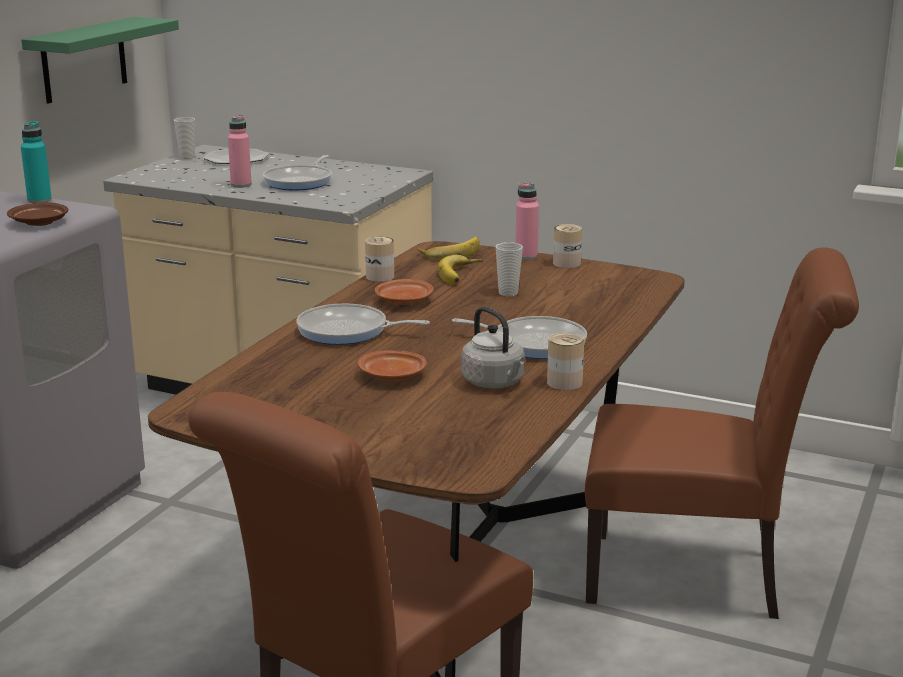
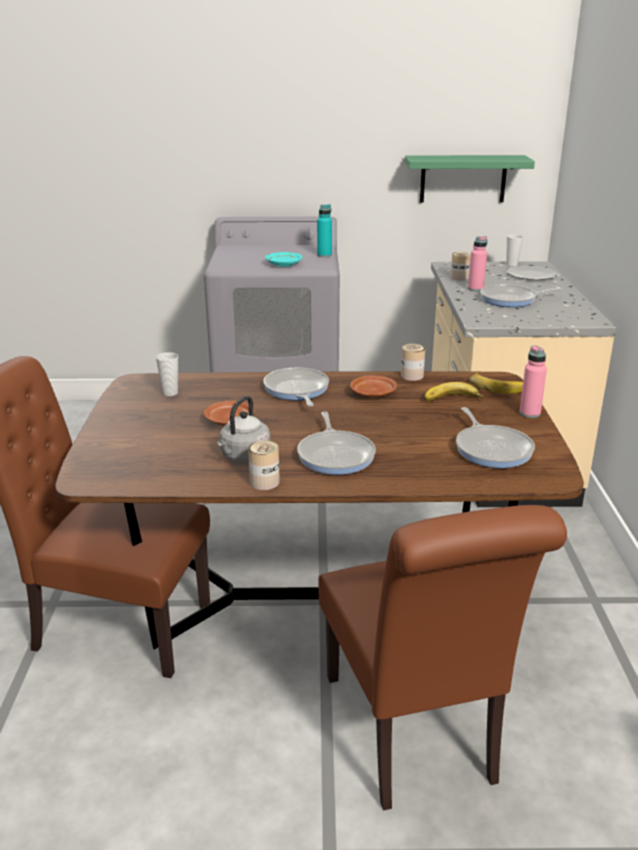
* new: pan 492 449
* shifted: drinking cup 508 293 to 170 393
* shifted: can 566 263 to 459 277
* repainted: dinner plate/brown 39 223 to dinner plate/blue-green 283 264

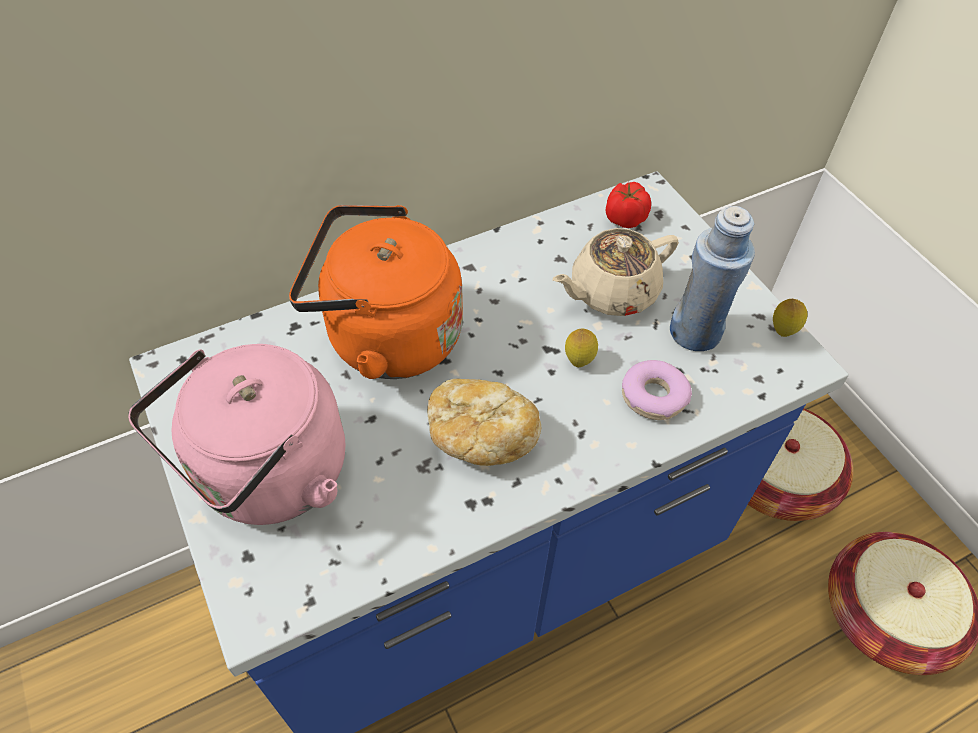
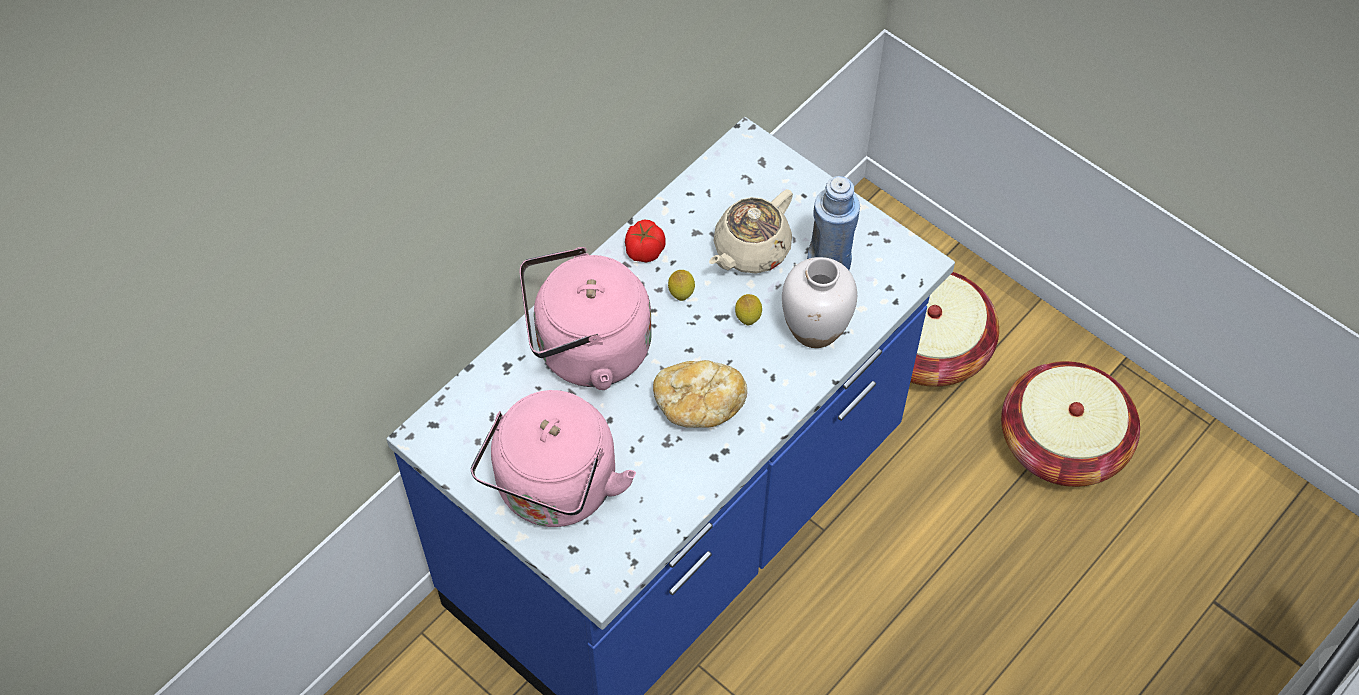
* shifted: whole tomato 624 218 to 644 251
* shifted: citrus fruit 783 331 to 681 295
* swapped: donut 654 396 to decorative vase/white 815 329
* repainted: water kettle/orangey 386 337 to water kettle/pinkish 586 350

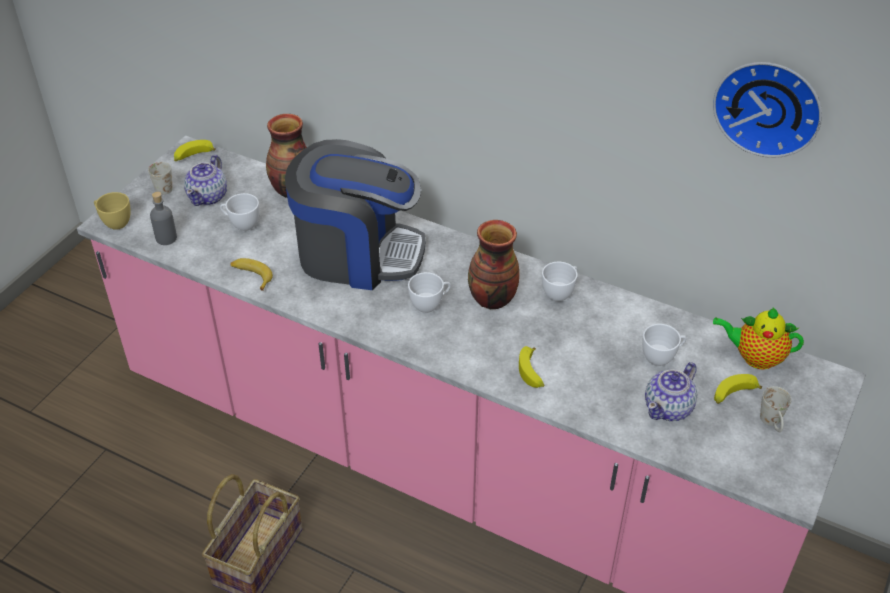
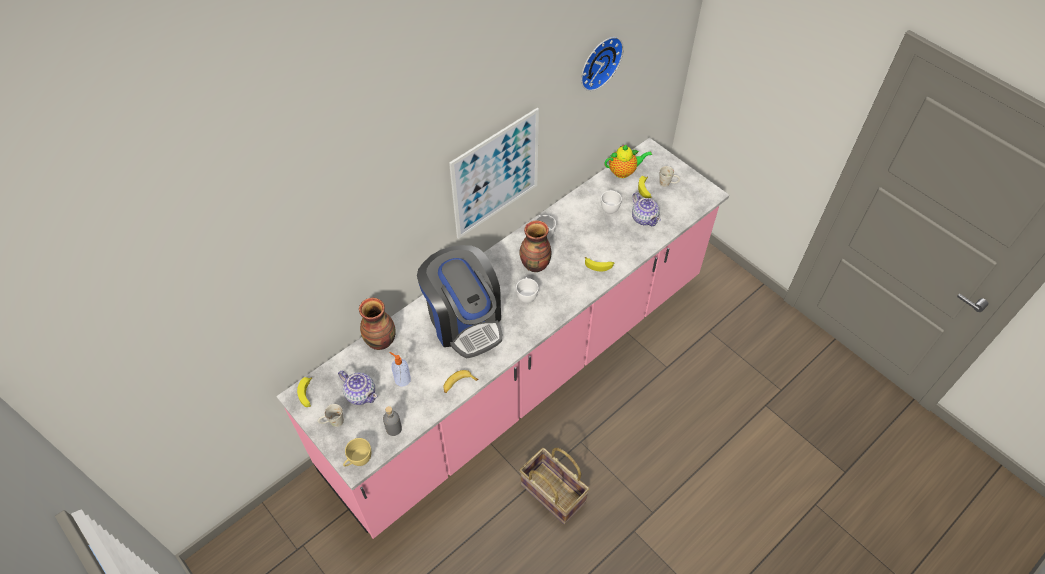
* new: picture 495 174
* swapped: drinking cup/white 241 224 to soap bottle 402 379
* rotated: coffee machine 357 254 = 464 320 120 degrees clockwise
* rotated: tea pot 755 357 = 624 172 135 degrees counterclockwise

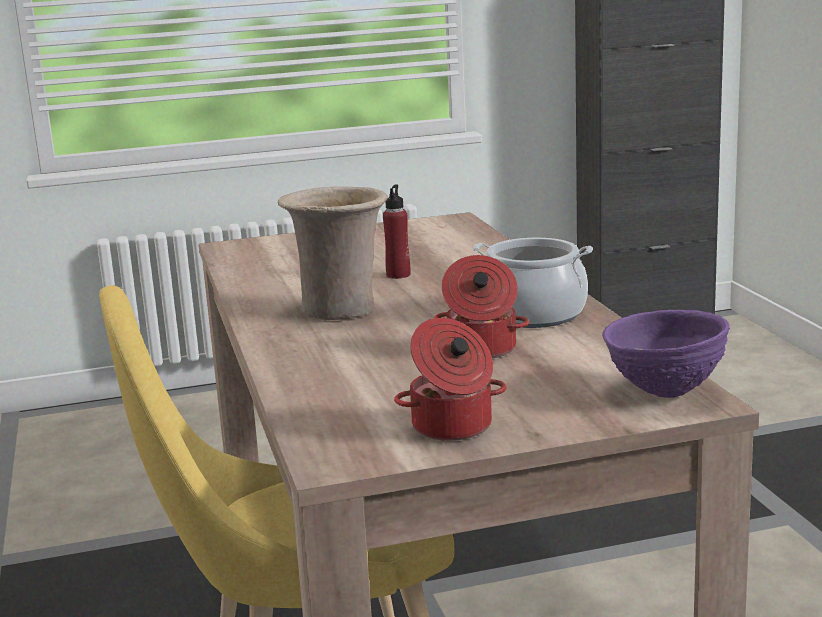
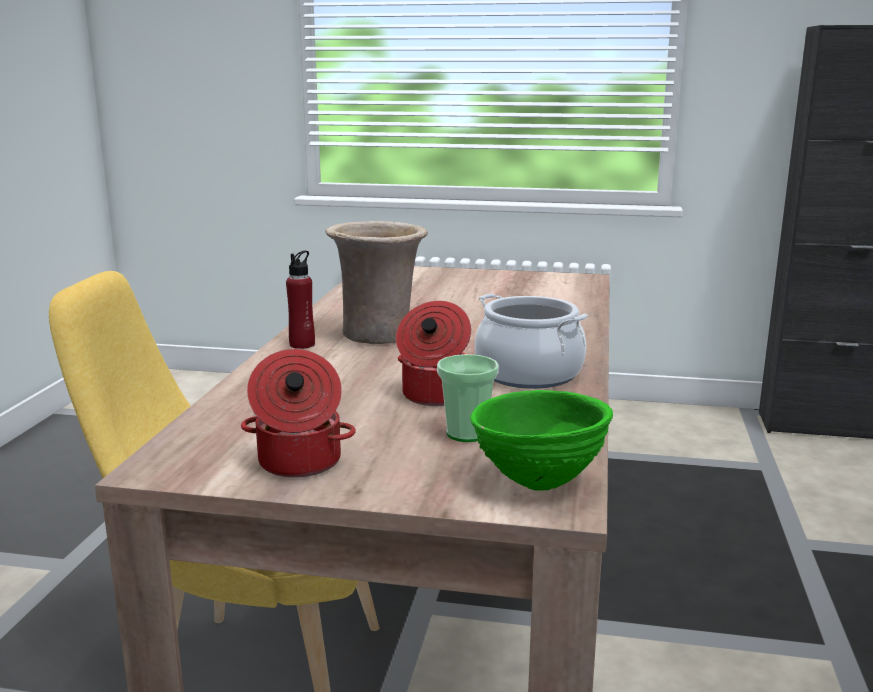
* new: drinking cup 467 433
* shifted: beverage bottle/red-coloured 398 275 to 302 344
* repainted: deep dish/purple 664 393 to deep dish/green-coloured 538 482

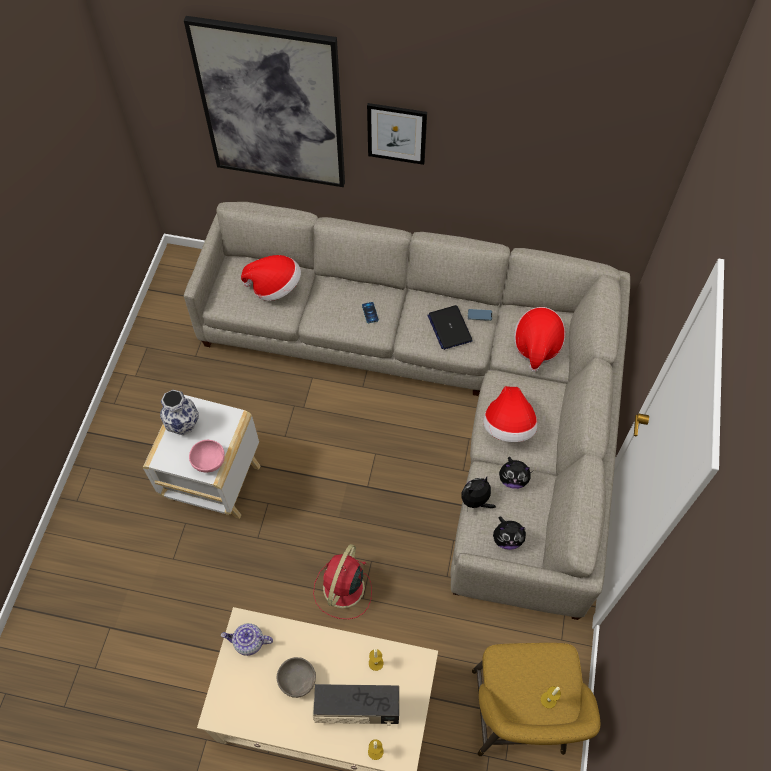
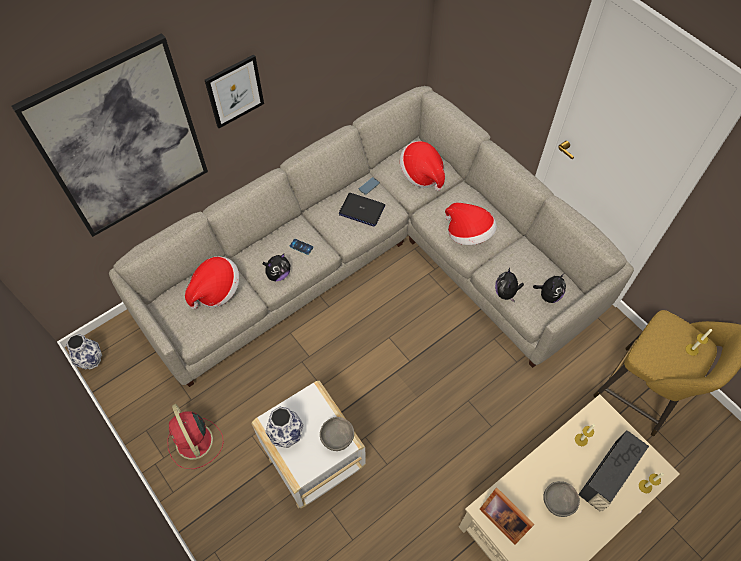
* new: decorative vase 91 361
* shifted: fan/red-coloured 343 589 to 195 442
* shifted: cuddly toy 513 479 to 278 274
* swapped: tea pot 248 642 to standing frame 503 516
* repainted: deep dish/pinkish 209 463 to deep dish/grey 338 438

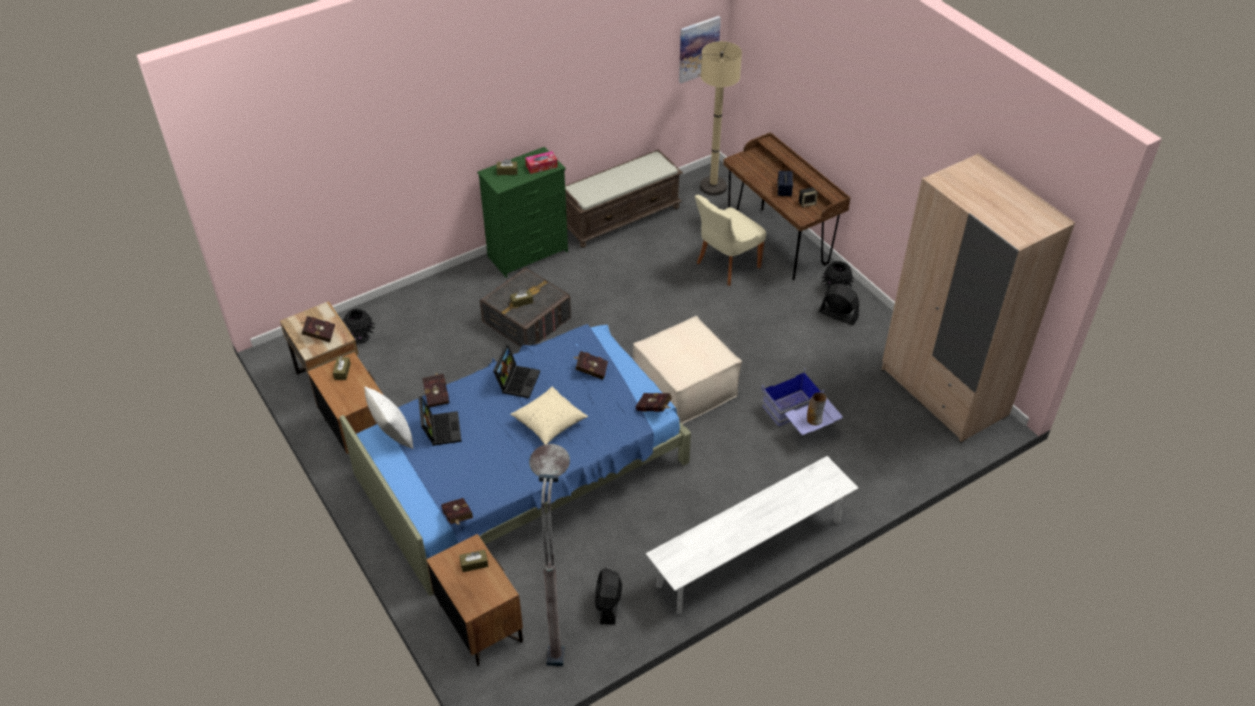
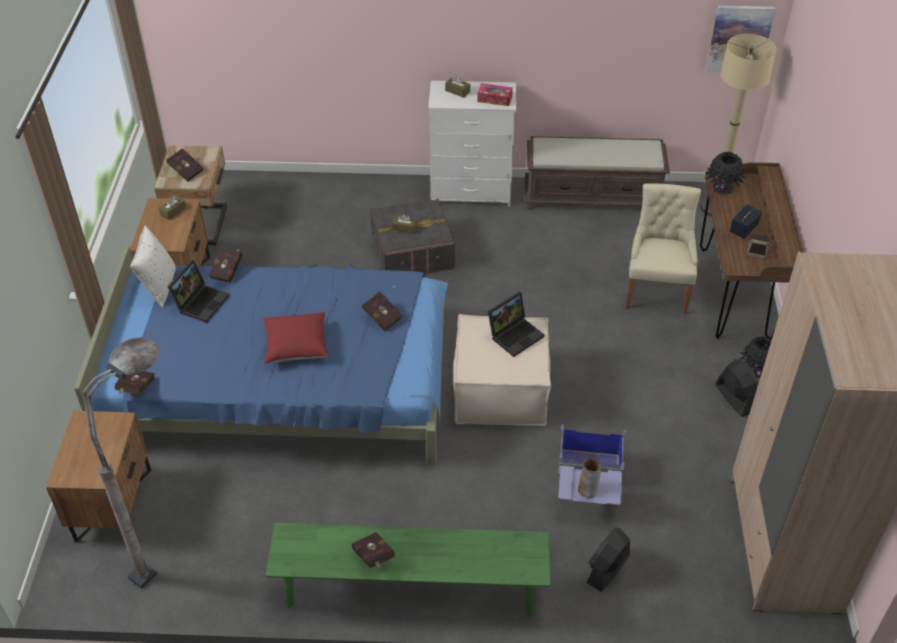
* gone: box of tissues/brown 474 564
* shifted: decorative vase/black-coloured 360 338 to 722 188
* shifted: laptop 517 380 to 515 334
* shifted: fan/black-coloured 608 604 to 607 569
* shifted: book/red-coloured 654 409 to 374 558
* repainted: chest of drawers/green-coloured 529 254 to chest of drawers/white 471 193
* repainted: throw pillow/beige 549 423 to throw pillow/red-coloured 296 347
* repainted: indoor bench/white 750 553 to indoor bench/green-coloured 410 590
* rotated: upright chair/beige 726 265 = 656 290 105 degrees clockwise

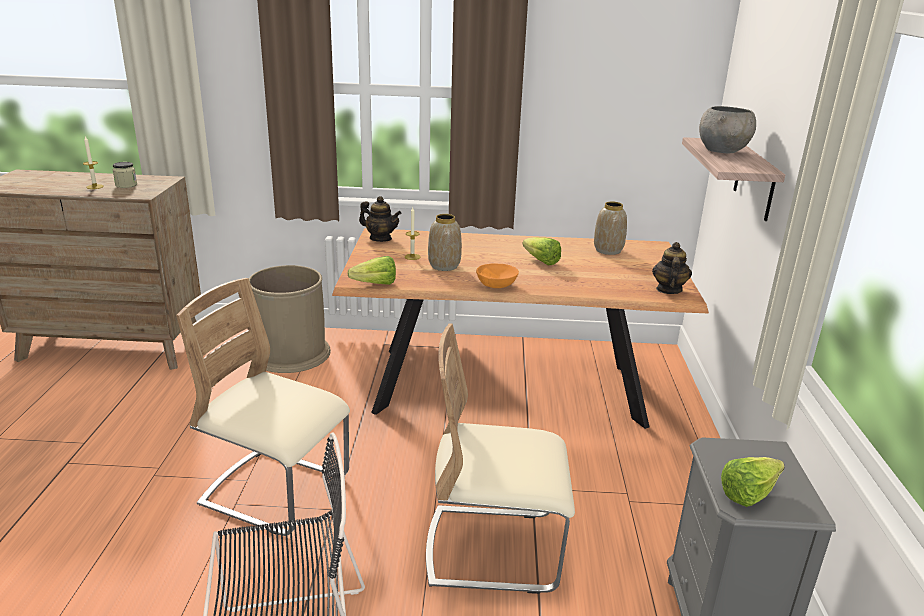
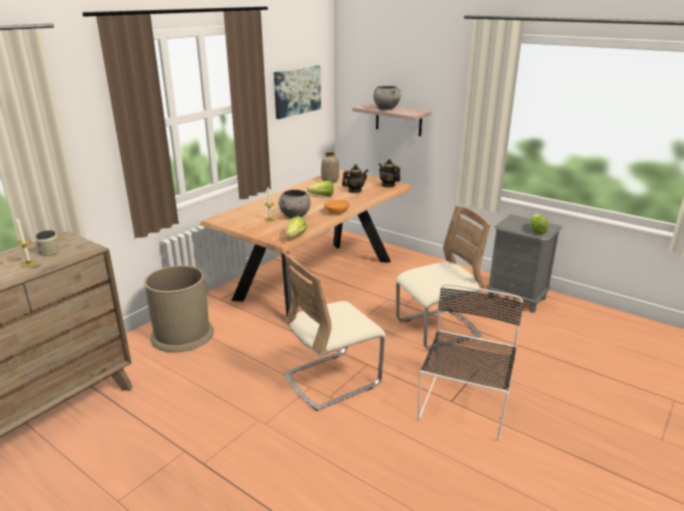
* new: picture 297 91
* shifted: tea pot 380 238 to 355 191
* swapped: decorative vase 444 266 to deep dish/grey 295 216
* rotated: upright chair/beige 494 549 = 437 329 150 degrees counterclockwise

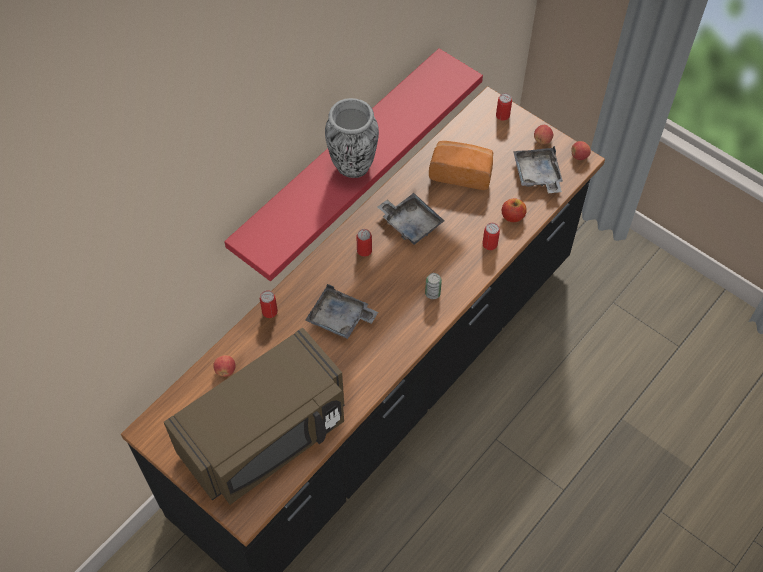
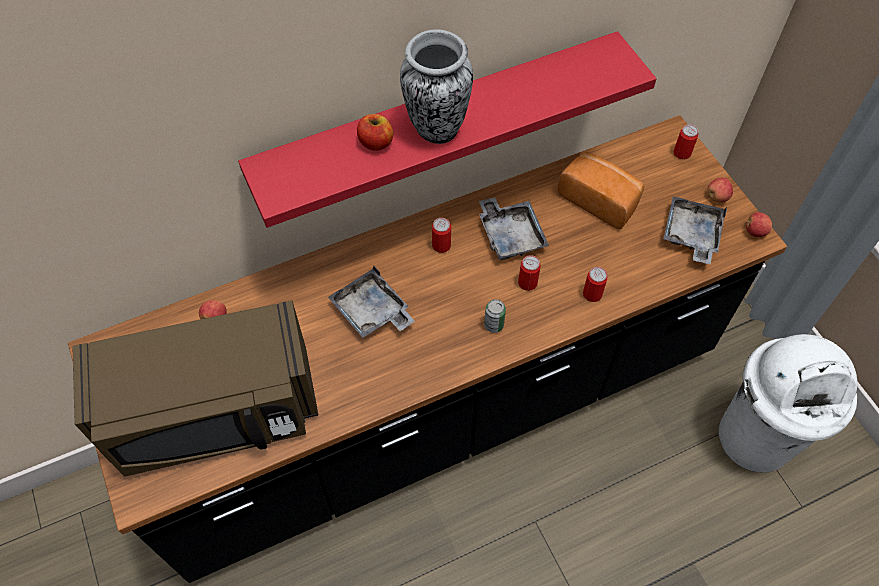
* new: waste bin/white 757 438
* shifted: can 269 311 to 527 283
* shifted: apple 512 216 to 376 142

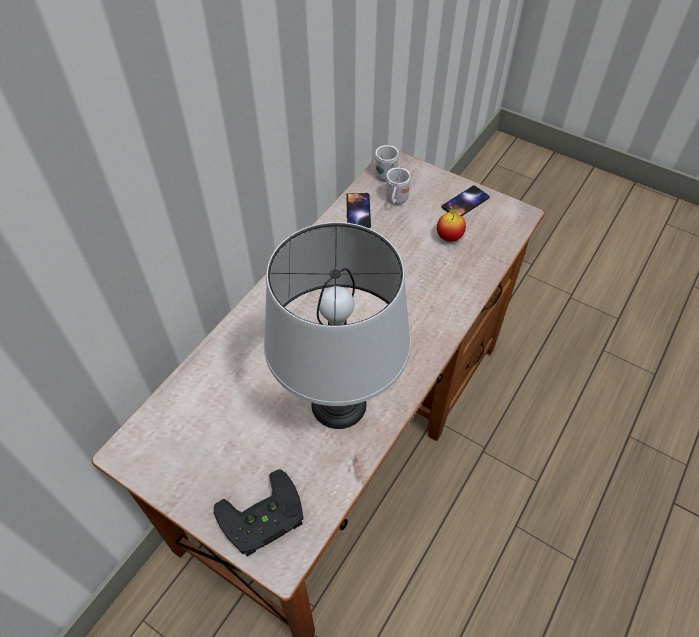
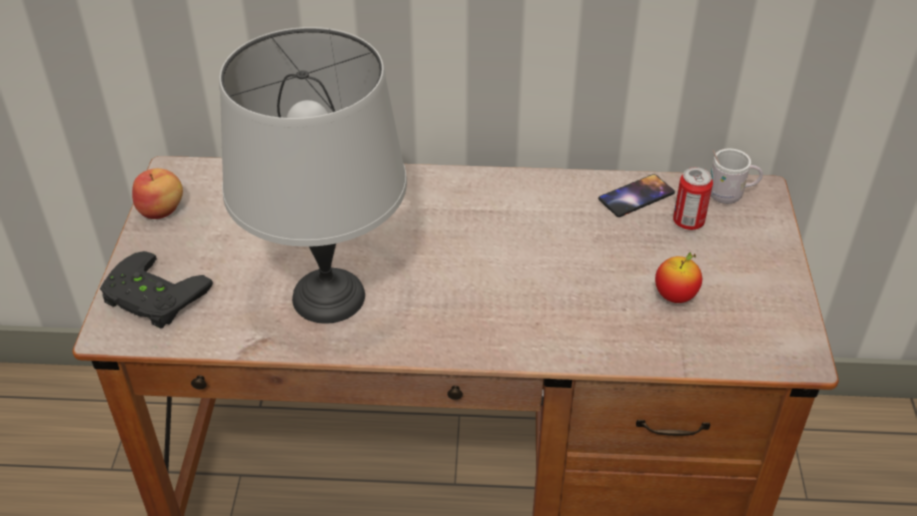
* gone: phone 465 202
* new: apple 162 210
* swapped: coffee mug/white 395 201 to can 688 222

